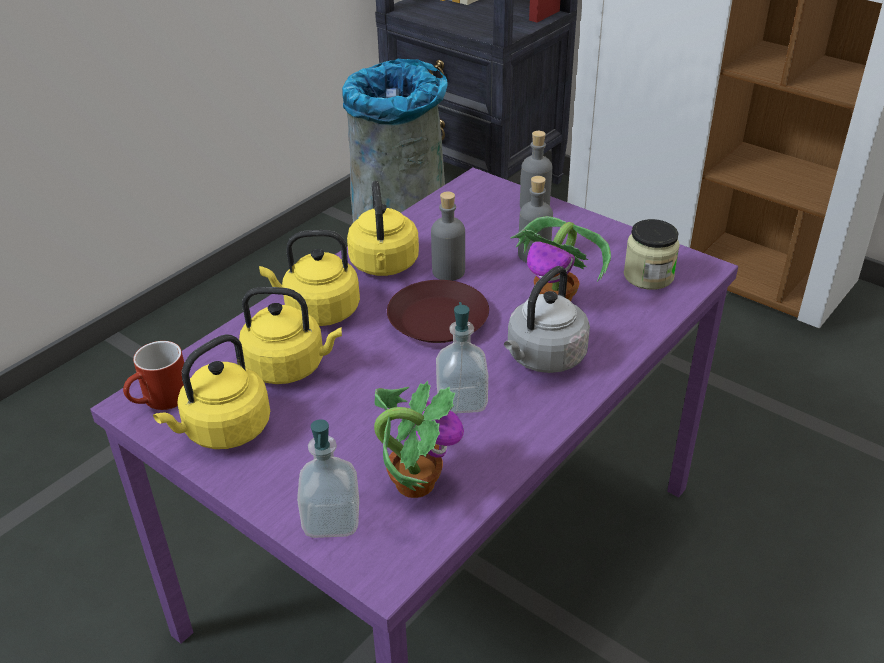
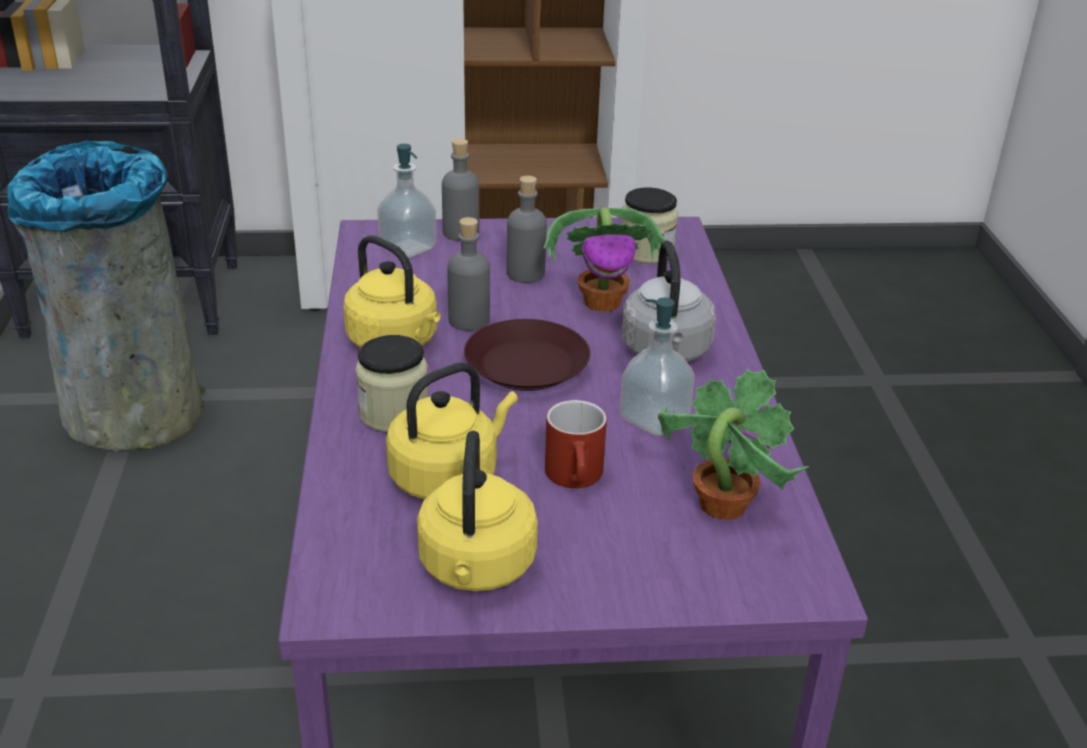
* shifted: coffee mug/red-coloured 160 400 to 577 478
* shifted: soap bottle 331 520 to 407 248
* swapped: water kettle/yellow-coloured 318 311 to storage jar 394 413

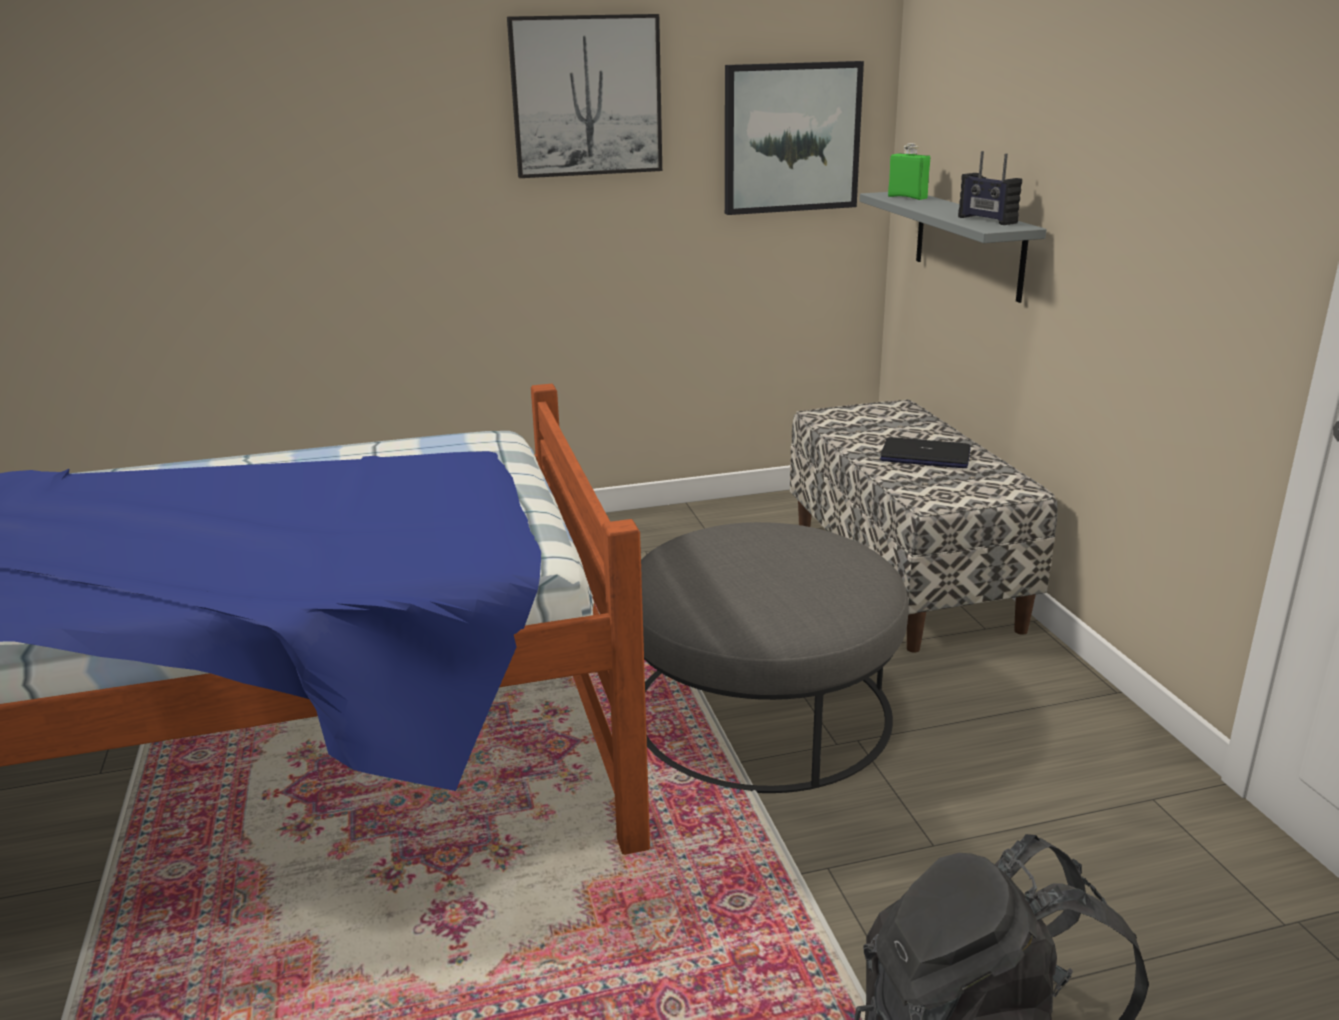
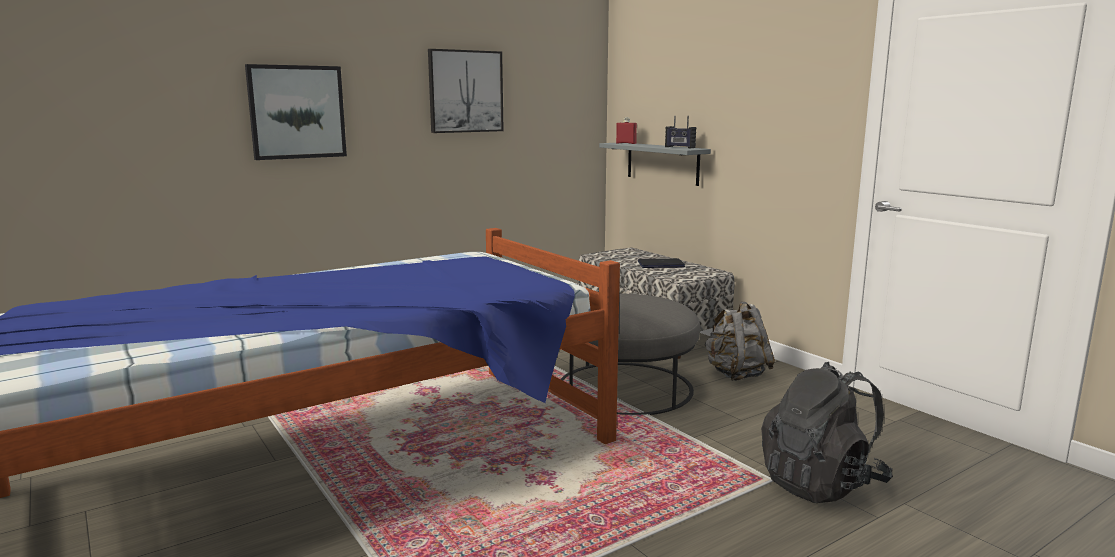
* new: knapsack/grey 736 374
* shifted: picture 791 138 to 297 112
* repainted: beverage bottle/green-coloured 907 197 to beverage bottle/red-coloured 626 143

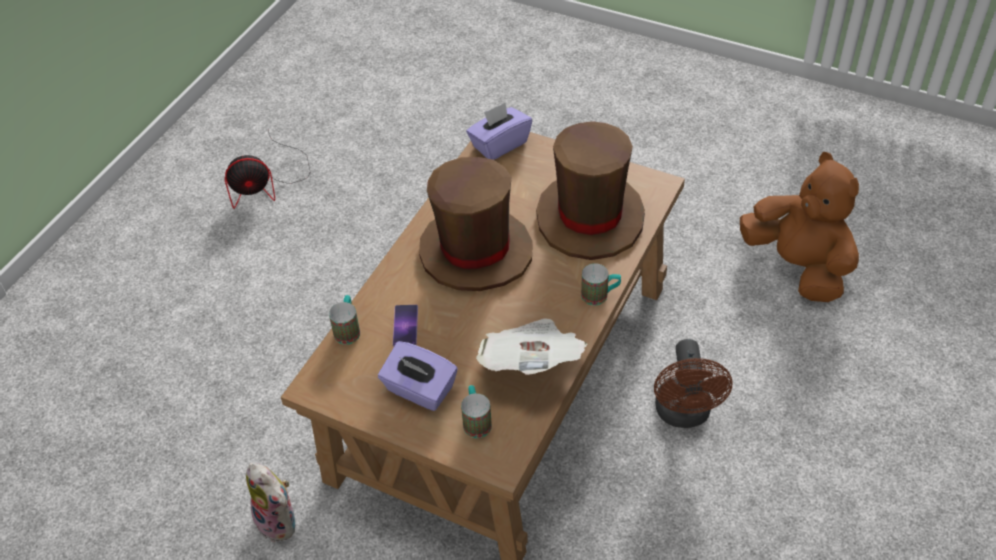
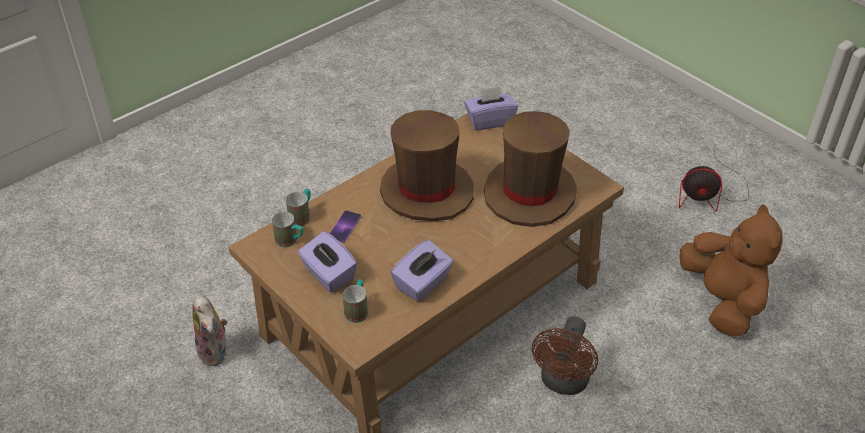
* shifted: fan 267 183 to 709 194
* shifted: coffee mug 600 295 to 290 241
* swapped: daily paper 532 364 to box of tissues/purple 422 283

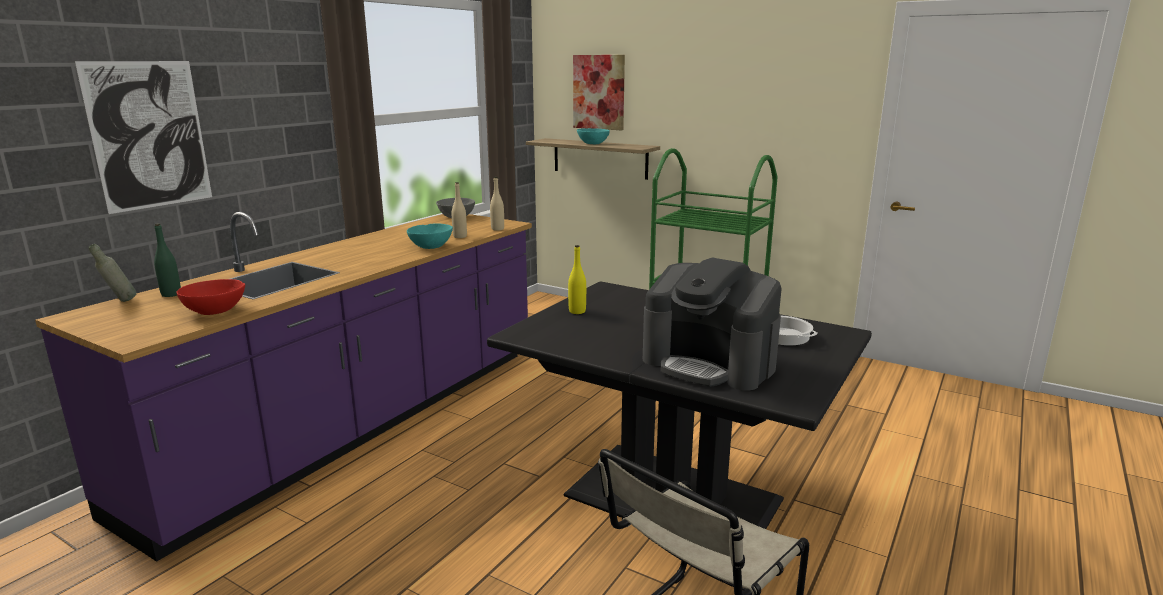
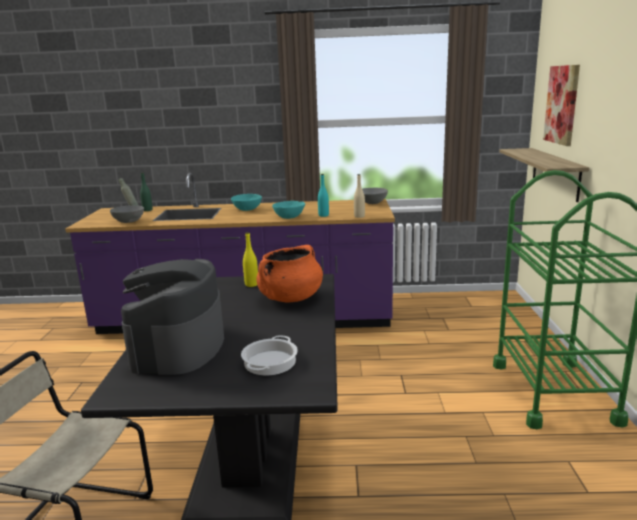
* gone: picture 149 135
* new: saucepot/orangey 290 298
* shifted: deep dish/blue-green 593 143 to 247 209
* repainted: deep dish/red-coloured 215 311 to deep dish/grey 129 221
* repainted: beverage bottle/beige 460 236 to beverage bottle/blue-green 323 215

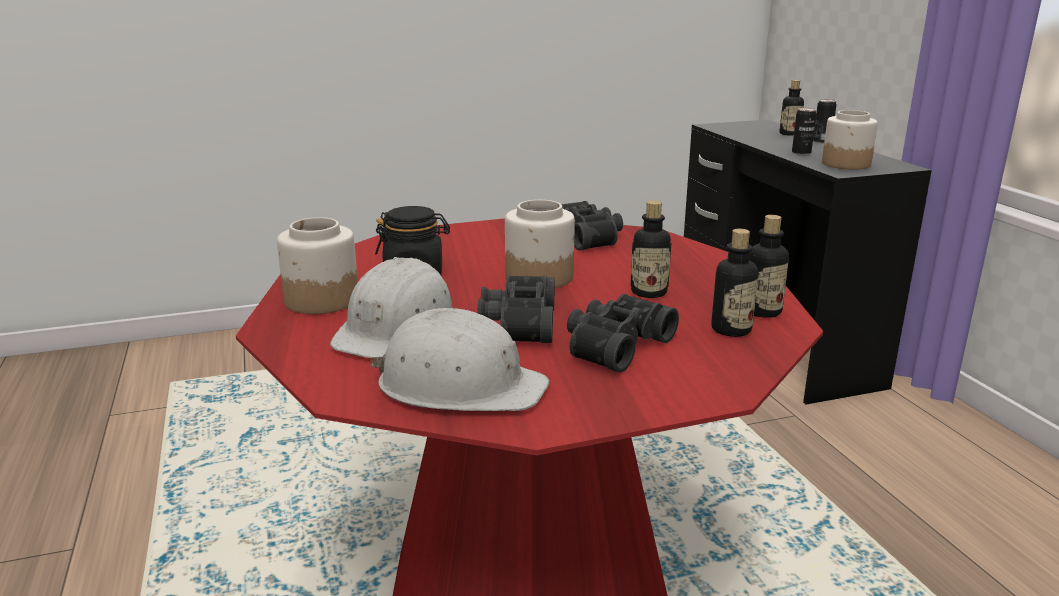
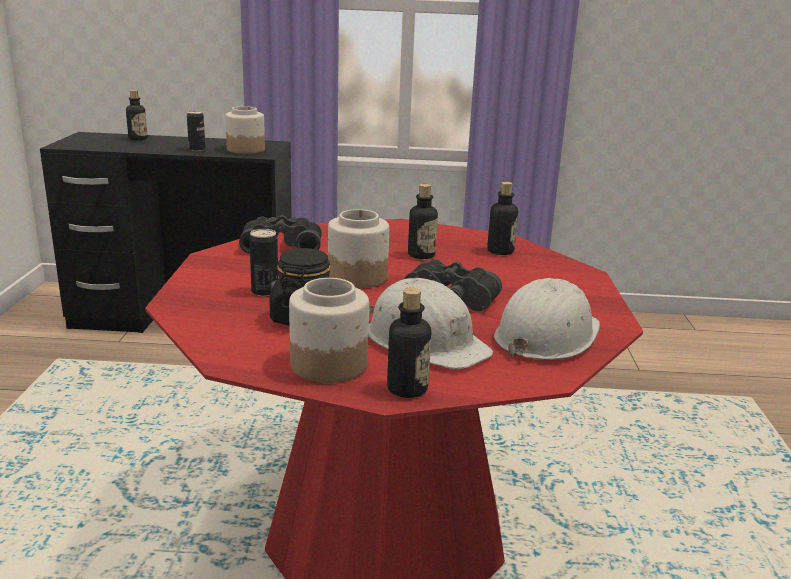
* gone: binoculars/black-coloured 614 345
* shifted: beverage bottle 762 311 to 407 389
* shifted: can 821 141 to 265 291

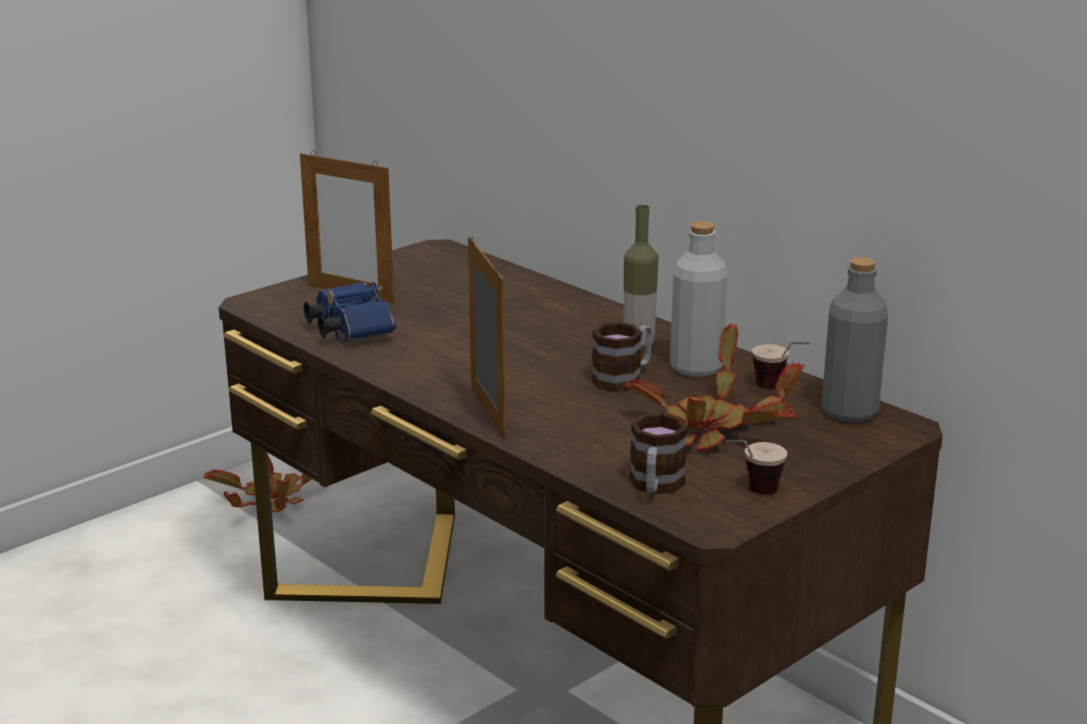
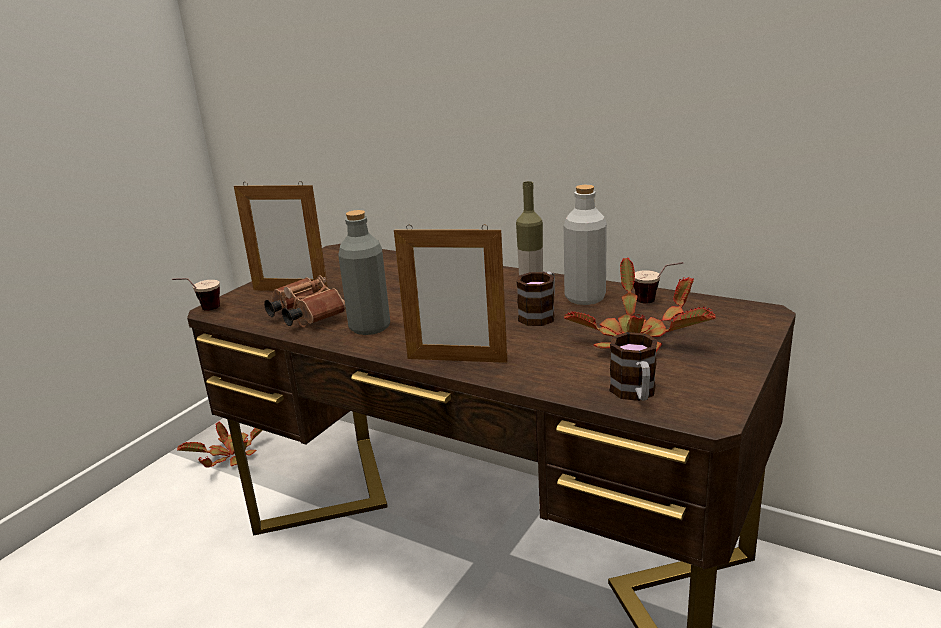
* shifted: drinking cup 751 493 to 202 311
* shifted: beverage bottle/grey 849 412 to 370 327
* repainted: binoculars/bluish 349 330 to binoculars/brown 305 316
* rotated: standing frame 487 412 = 457 360 135 degrees clockwise

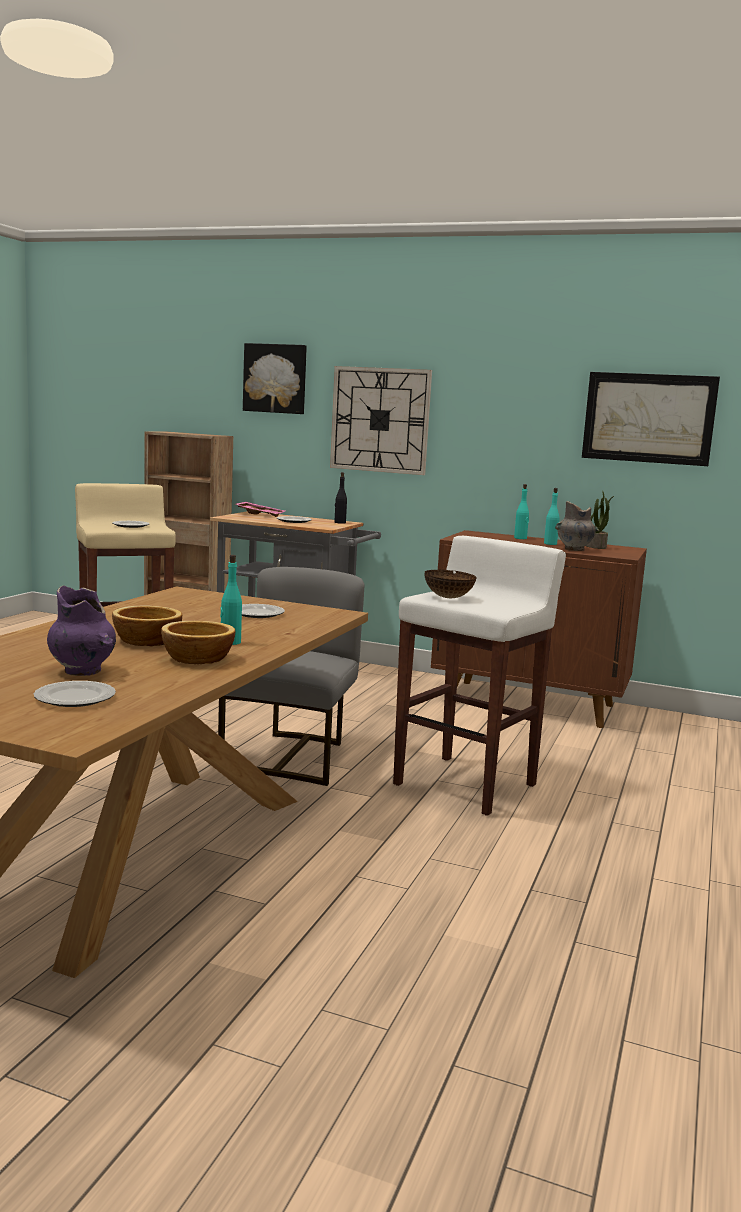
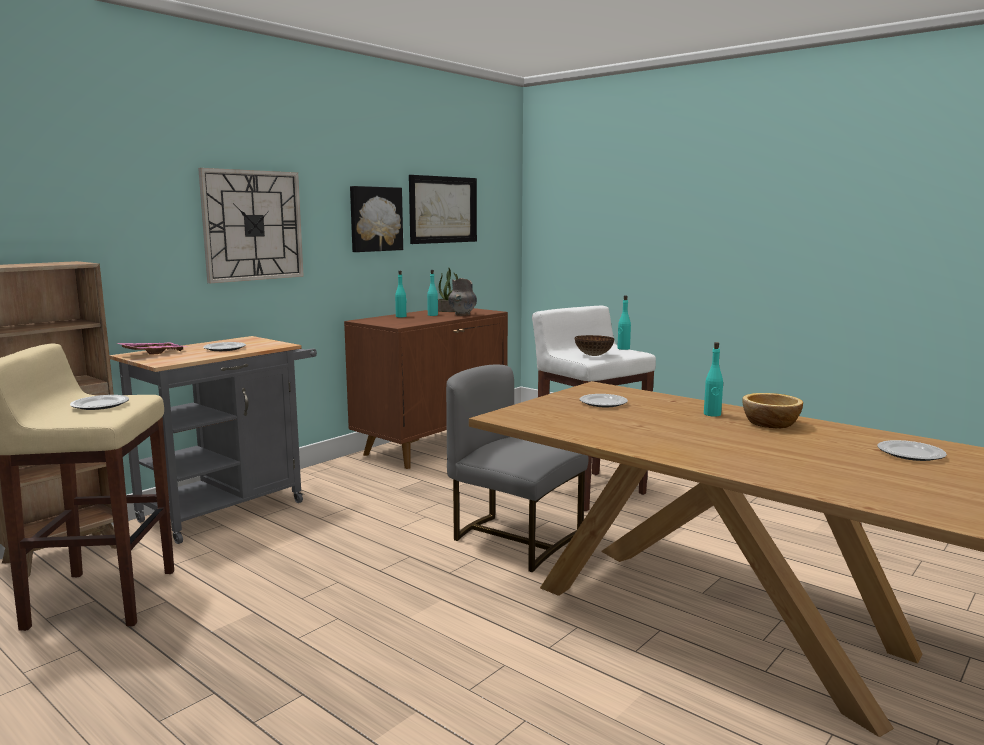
* gone: decorative vase/purple 83 672
* gone: deep dish 145 641
* gone: beverage bottle/black-coloured 340 522
* new: beverage bottle/blue-green 623 348
* shifted: picture 275 378 to 375 219

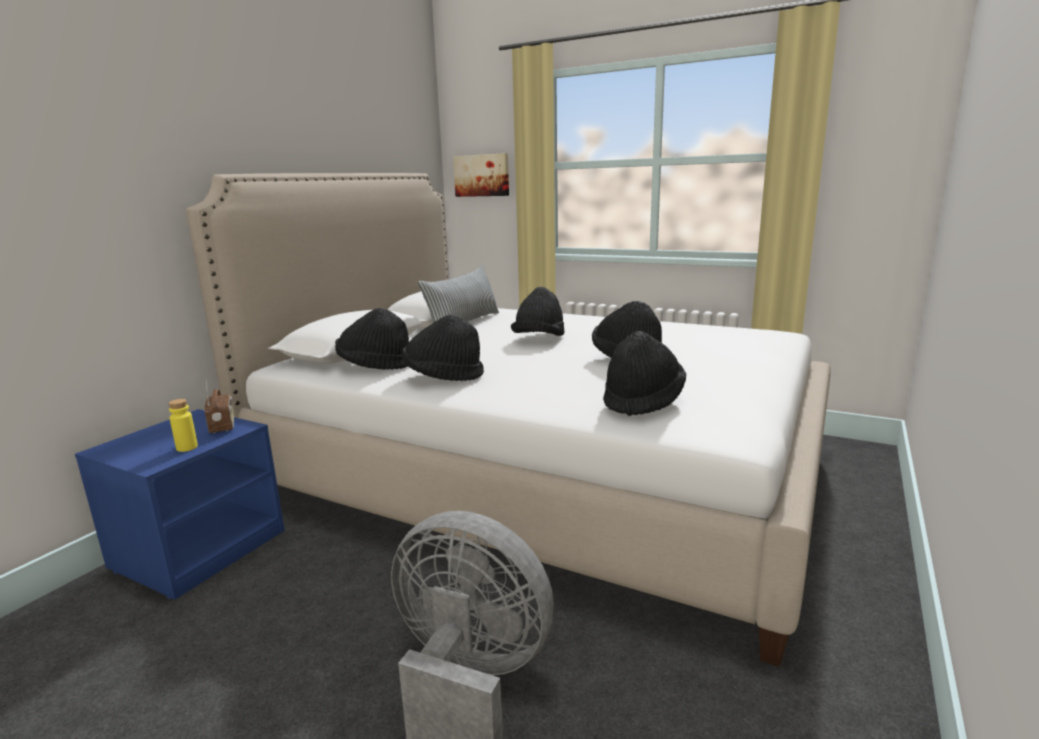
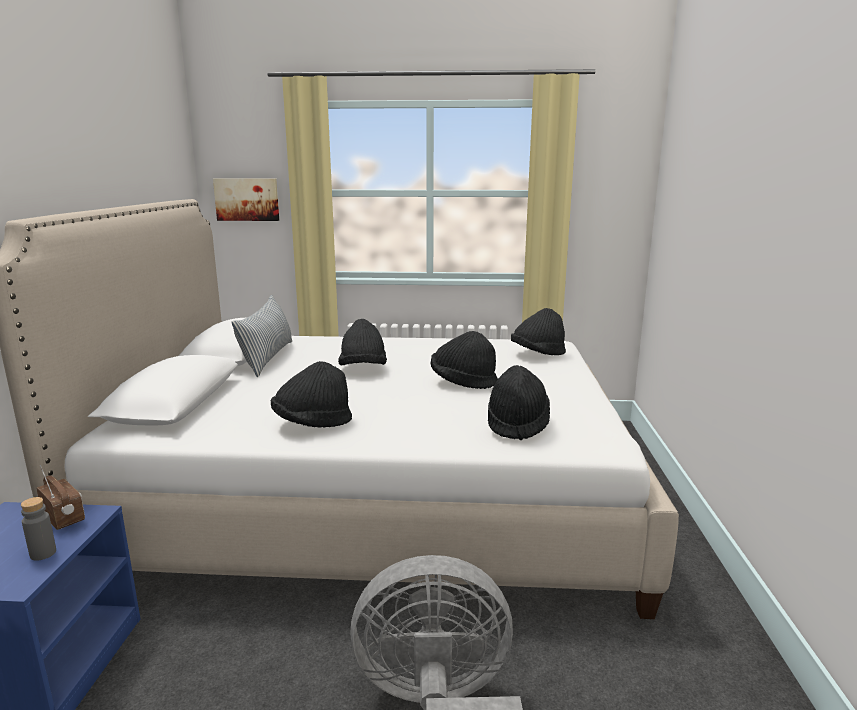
* shifted: clothing hat/black-coloured 375 366 to 537 354
* repainted: beverage bottle/yellow-coloured 187 447 to beverage bottle/grey 43 553

